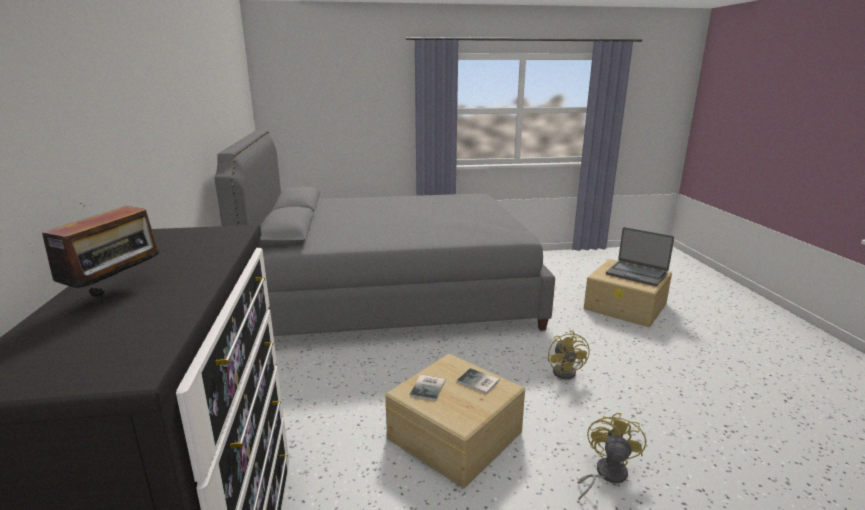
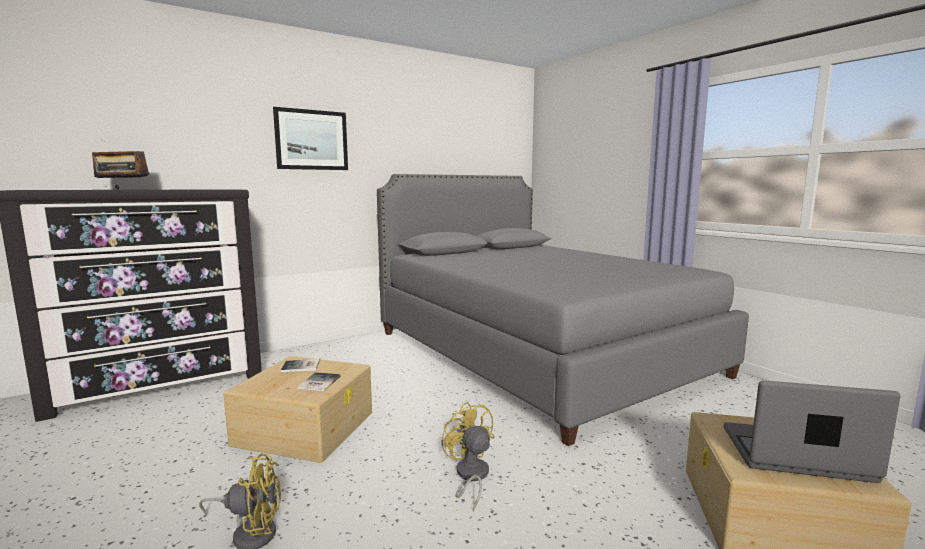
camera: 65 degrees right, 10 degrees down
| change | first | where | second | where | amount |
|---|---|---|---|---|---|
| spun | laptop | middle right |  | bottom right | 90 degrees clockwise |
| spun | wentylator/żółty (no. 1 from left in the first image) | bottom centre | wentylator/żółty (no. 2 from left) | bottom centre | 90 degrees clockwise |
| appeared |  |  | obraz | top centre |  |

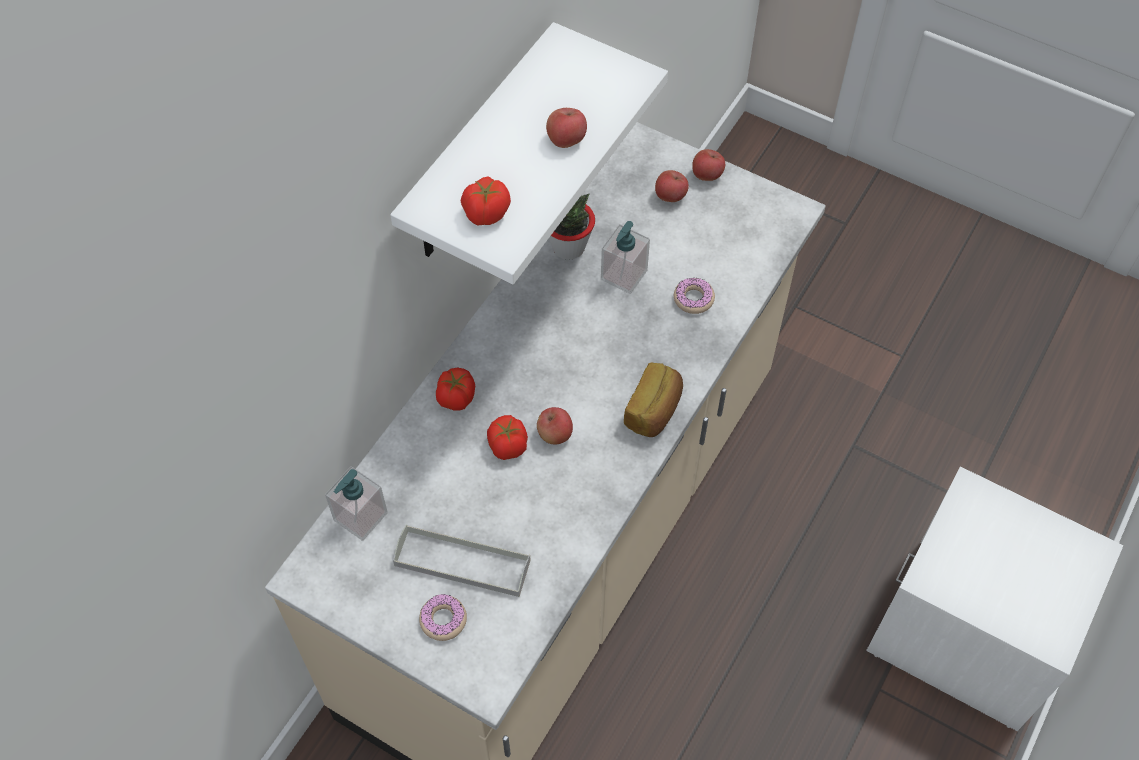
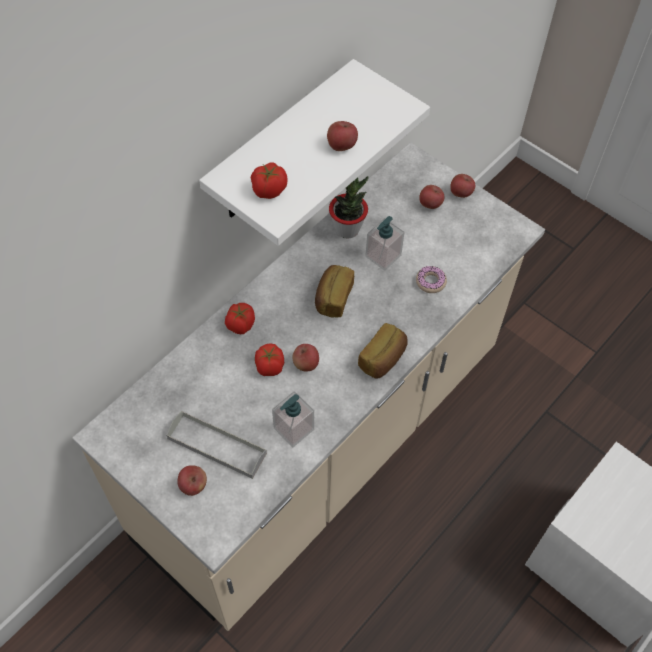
camera: 10 degrees right, 0 degrees up
| change | first | where | second | where | amount |
|---|---|---|---|---|---|
| relocated | dozownik mydła (no. 1 from left) | middle left |  | centre |  |
| exchanged | donut (no. 1 from left) | bottom centre | jabłko (no. 1 from left) | bottom left |  |
| appeared |  |  | chleb (no. 1 from left) | centre |  |

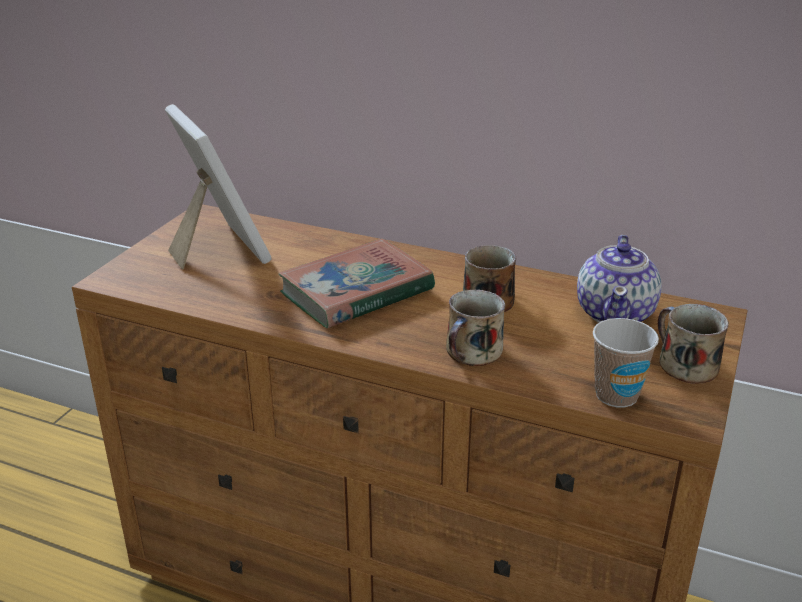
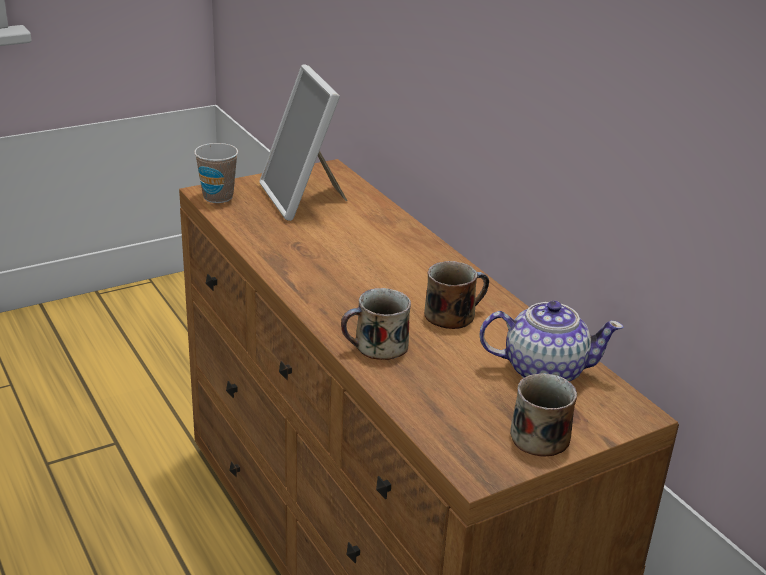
camera: 35 degrees right, 0 degrees up
| change | first | where | second | where | amount |
|---|---|---|---|---|---|
| spun | ramka na zdjęcie | top left |  | top centre | 150 degrees clockwise |
| spun | imbryk | middle right |  | middle right | 135 degrees counterclockwise |
| missing | książka | centre |  |  |  |
| relocated | filiżanka | middle right |  | top left |  |

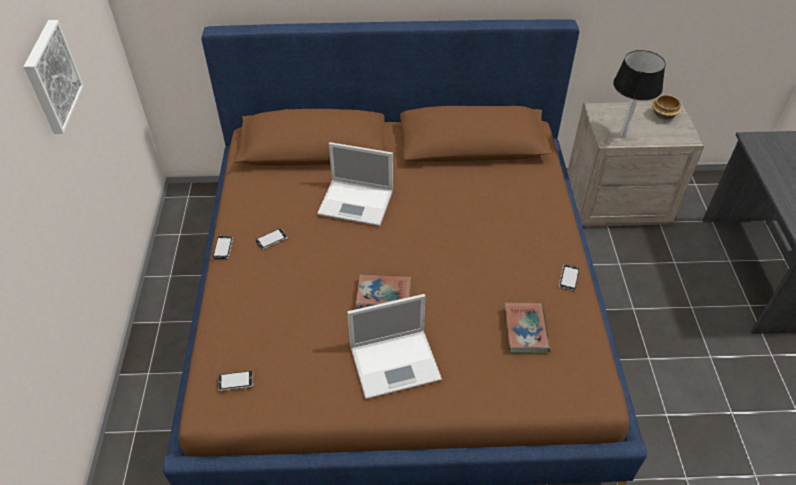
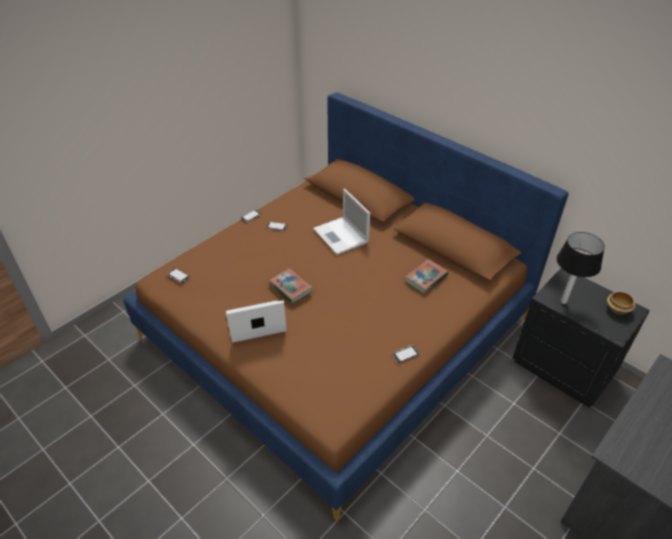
camera: 45 degrees right, 5 degrees down
| change | first | where | second | where | amount |
|---|---|---|---|---|---|
| missing | obraz | top left |  |  |  |
| colour | szafka nocna/beżowy | middle right | szafka nocna/czarny | middle right |  |
| spun | laptop (no. 2 from left in the first image) | bottom centre | laptop (no. 1 from left) | centre | 135 degrees clockwise |
| relocated | książka (no. 2 from left) | bottom centre |  | centre |  |

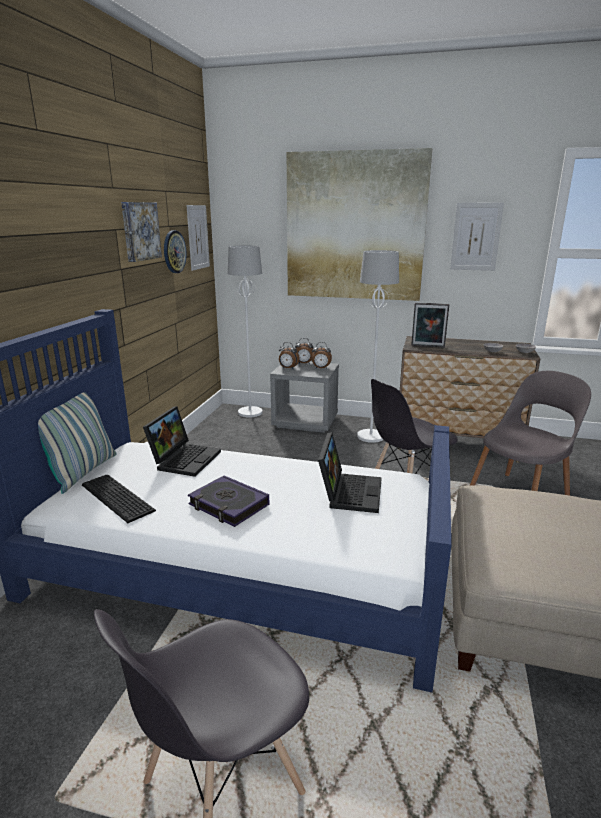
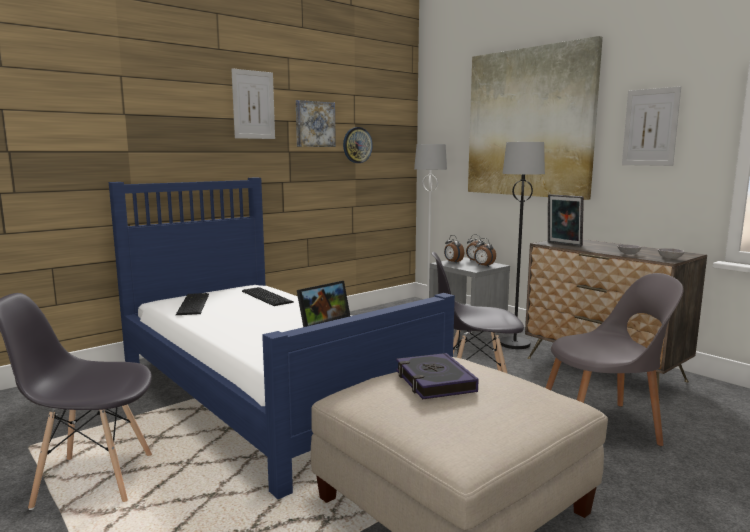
camera: 35 degrees right, 10 degrees down
| change | first | where | second | where | amount |
|---|---|---|---|---|---|
| relocated | obraz (no. 2 from left in the first image) | top left | obraz (no. 1 from left) | top centre |  |
| colour | lampa stojąca/biały (no. 2 from left) | centre | lampa stojąca/czarny | middle right |  |
| missing | poduszka | middle left |  |  |  |
| exchanged | laptop (no. 1 from left) | middle left | klawiatura (no. 2 from left) | centre |  |
| relocated | książka | centre |  | bottom centre |  |

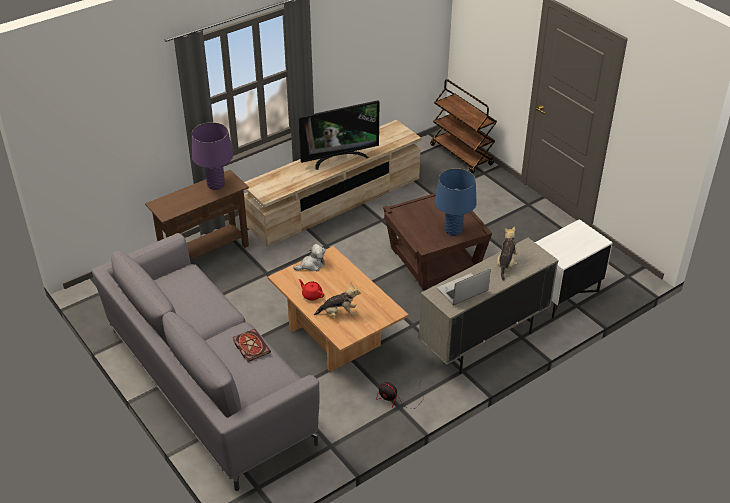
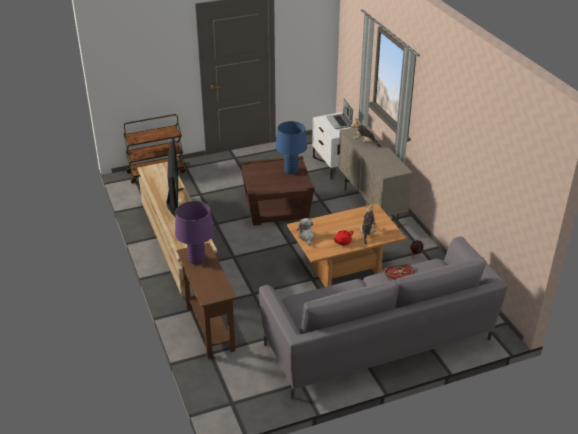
camera: 75 degrees left, 5 degrees down
| change | first | where | second | where | amount |
|---|---|---|---|---|---|
| relocated | laptop | centre |  | top centre |  |

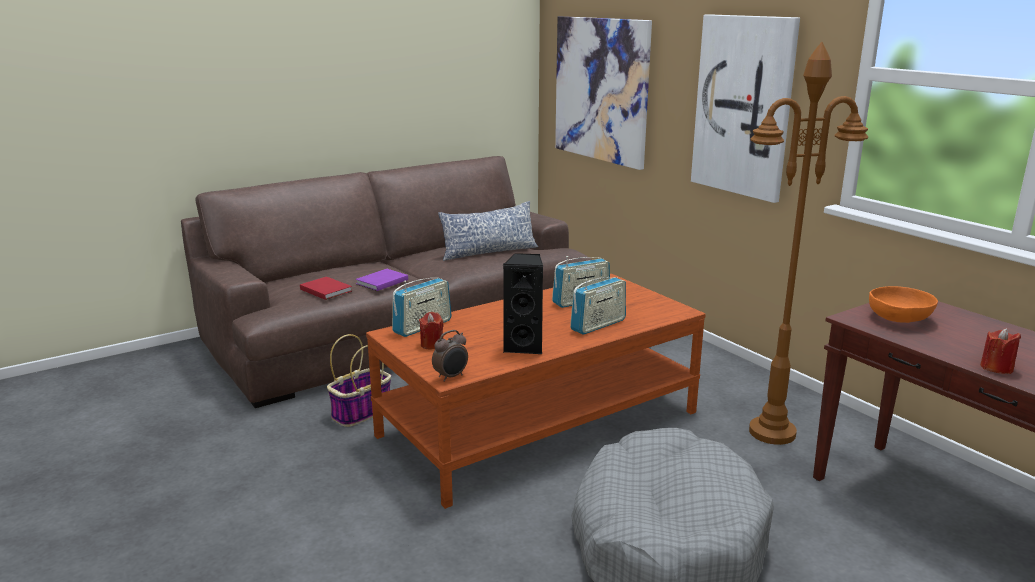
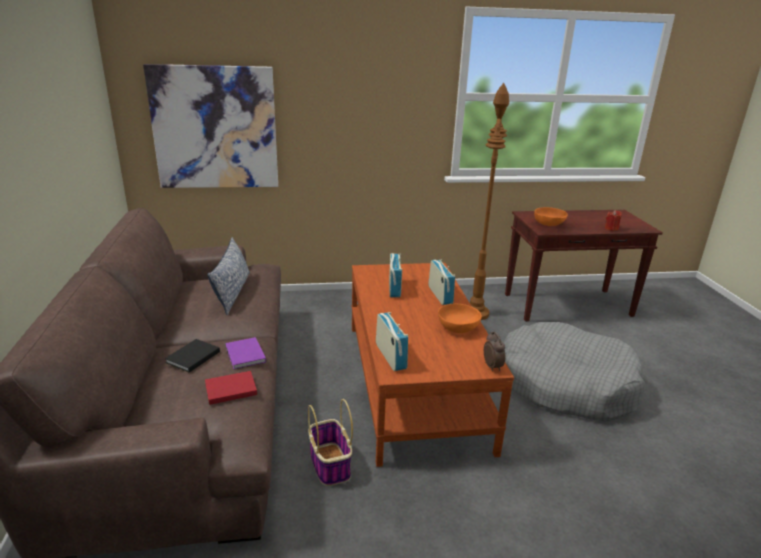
camera: 65 degrees left, 5 degrees up
| change | first | where | second | where | amount |
|---|---|---|---|---|---|
| missing | obraz (no. 2 from left) | top right |  |  |  |
| exchanged | głośnik/czarny | centre | miska/pomarańczowy (no. 1 from left) | centre |  |
| missing | świeca/czerwony (no. 1 from left) | centre |  |  |  |
| appeared |  |  | książka/czarny | middle left |  |

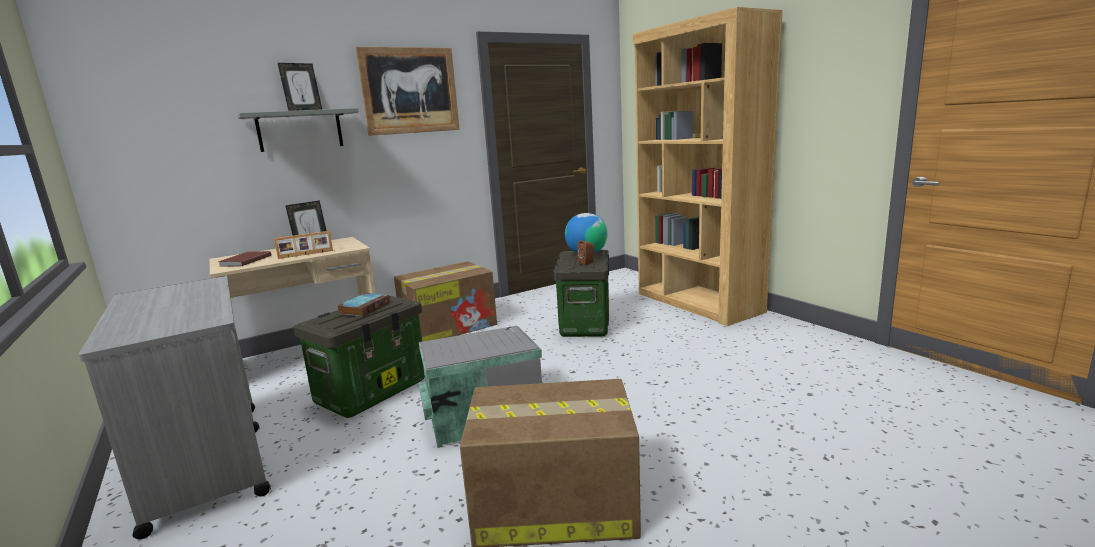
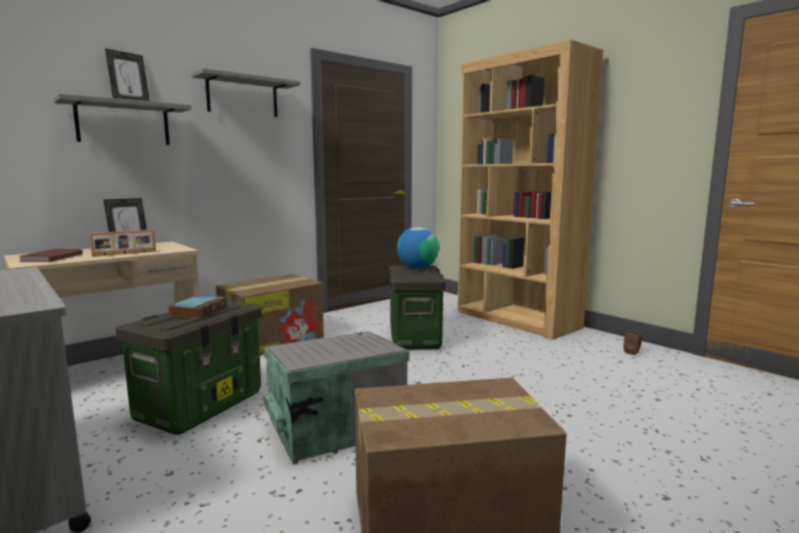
camera: 10 degrees left, 5 degrees down
| change | first | where | second | where | amount |
|---|---|---|---|---|---|
| exchanged | obraz | top centre | półka/szary (no. 2 from left) | top left |  |
| relocated | głośnik/brązowy | centre |  | middle right |  |

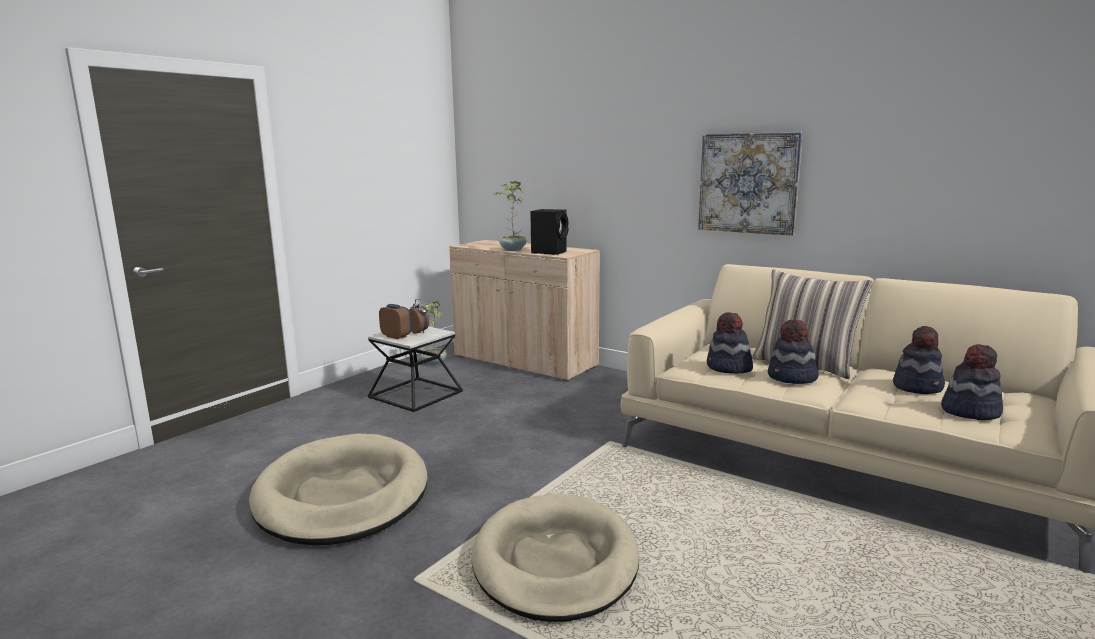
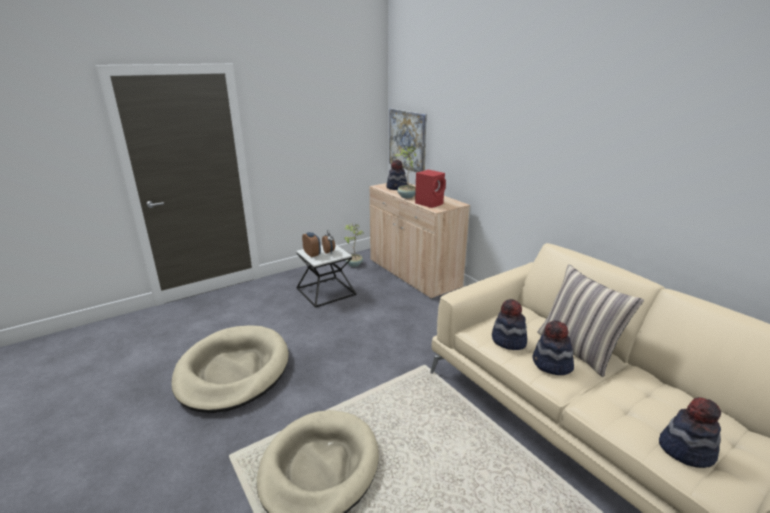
camera: 20 degrees right, 10 degrees up
| change | first | where | second | where | amount |
|---|---|---|---|---|---|
| relocated | obraz | top right |  | top centre |  |
| colour | głośnik/czarny | centre | głośnik/czerwony | centre |  |
| relocated | kapelusz (no. 3 from left in the first image) | middle right | kapelusz (no. 1 from left) | centre |  |

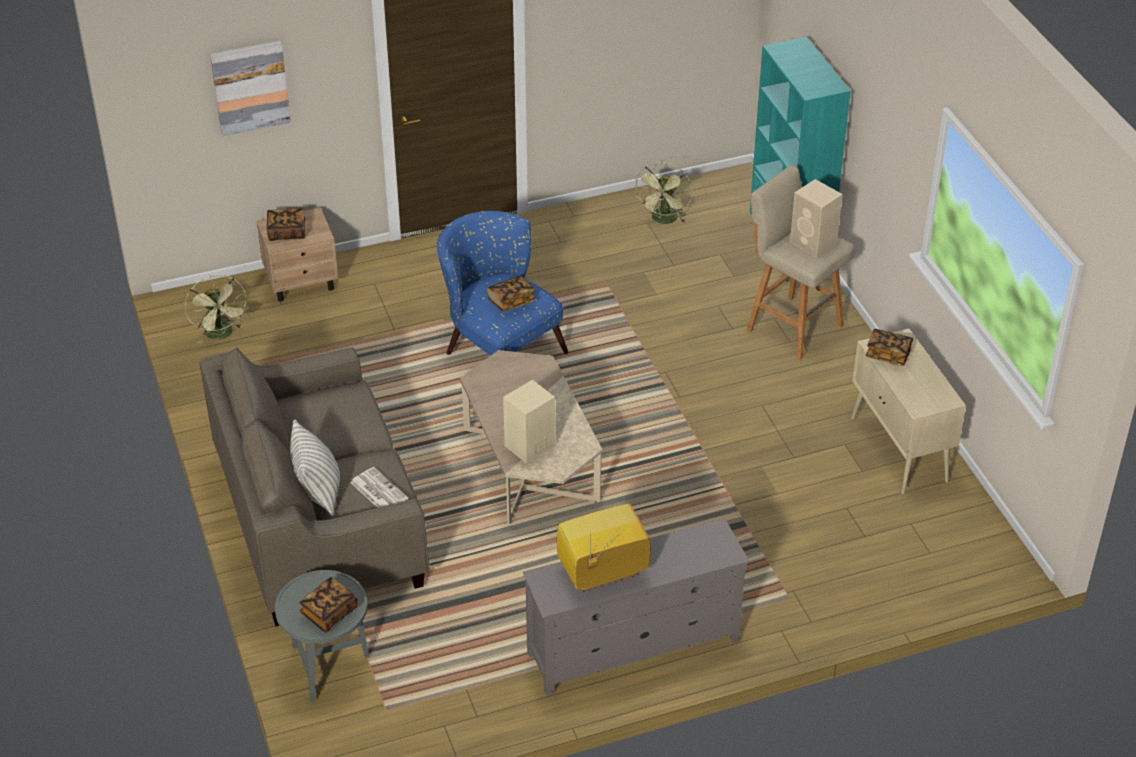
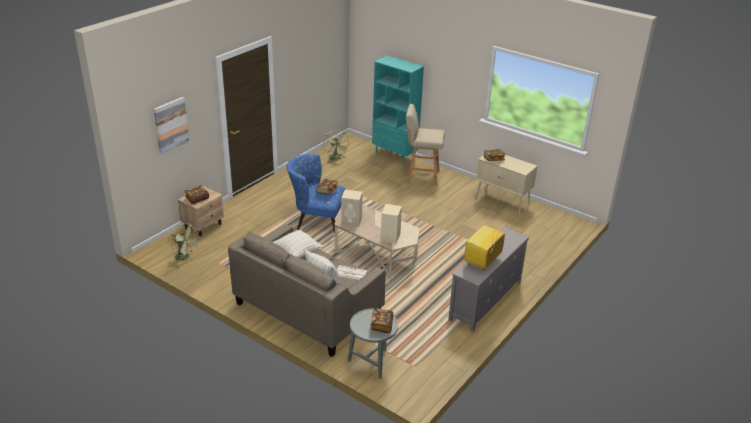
camera: 35 degrees left, 10 degrees down
| change | first | where | second | where | amount |
|---|---|---|---|---|---|
| relocated | głośnik/beżowy (no. 2 from left in the first image) | top right | głośnik/beżowy (no. 1 from left) | centre |  |
| appeared |  |  | poduszka (no. 1 from left) | centre |  |

